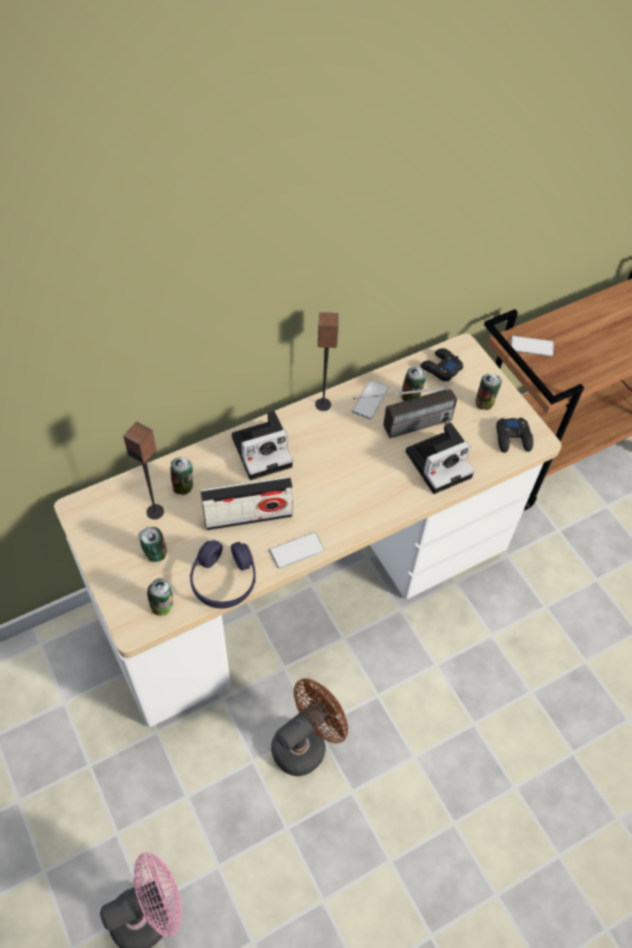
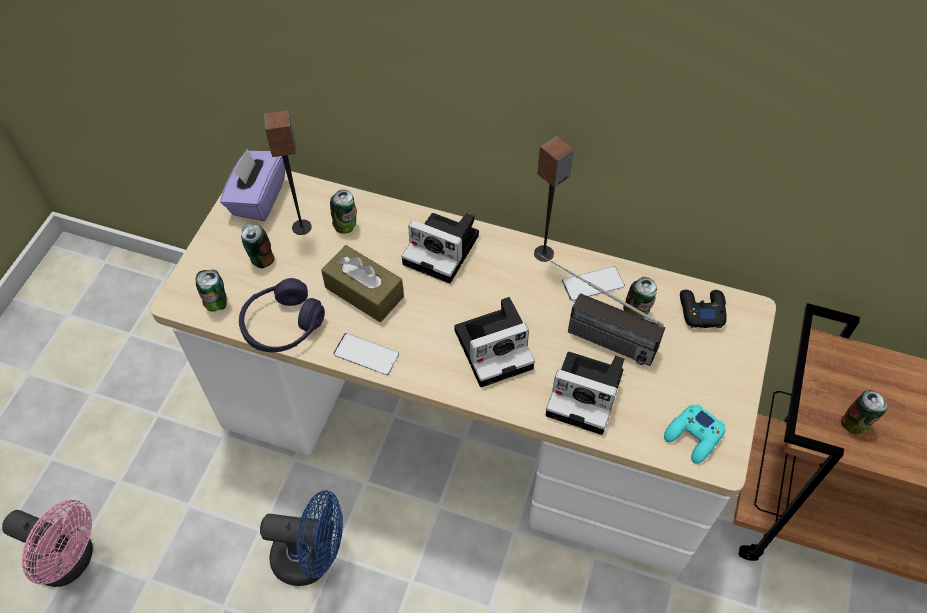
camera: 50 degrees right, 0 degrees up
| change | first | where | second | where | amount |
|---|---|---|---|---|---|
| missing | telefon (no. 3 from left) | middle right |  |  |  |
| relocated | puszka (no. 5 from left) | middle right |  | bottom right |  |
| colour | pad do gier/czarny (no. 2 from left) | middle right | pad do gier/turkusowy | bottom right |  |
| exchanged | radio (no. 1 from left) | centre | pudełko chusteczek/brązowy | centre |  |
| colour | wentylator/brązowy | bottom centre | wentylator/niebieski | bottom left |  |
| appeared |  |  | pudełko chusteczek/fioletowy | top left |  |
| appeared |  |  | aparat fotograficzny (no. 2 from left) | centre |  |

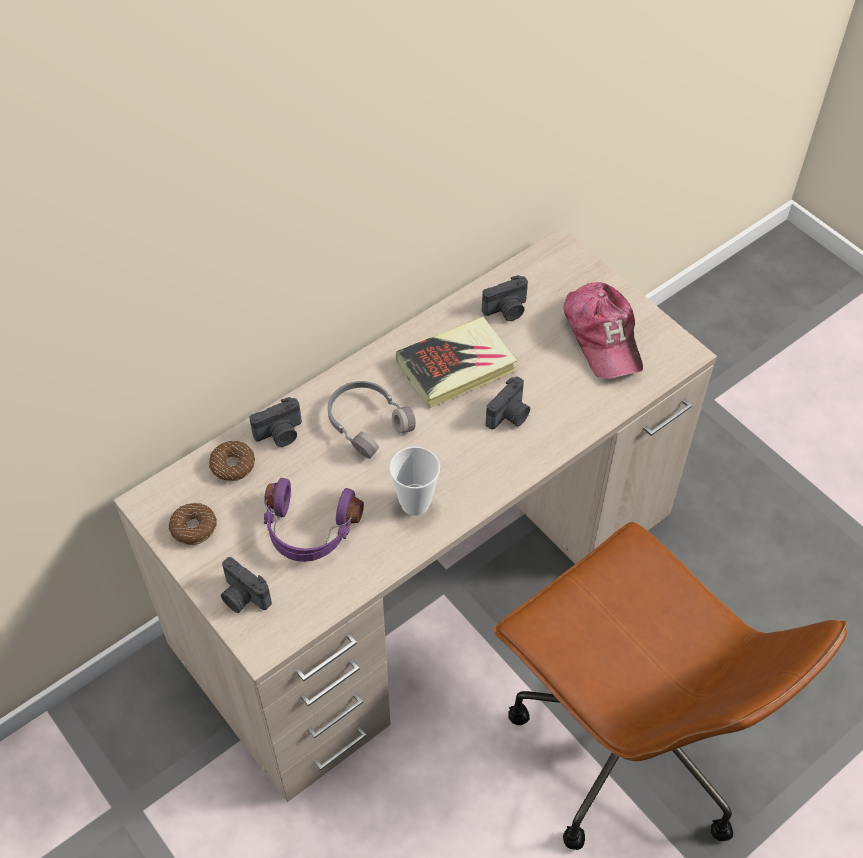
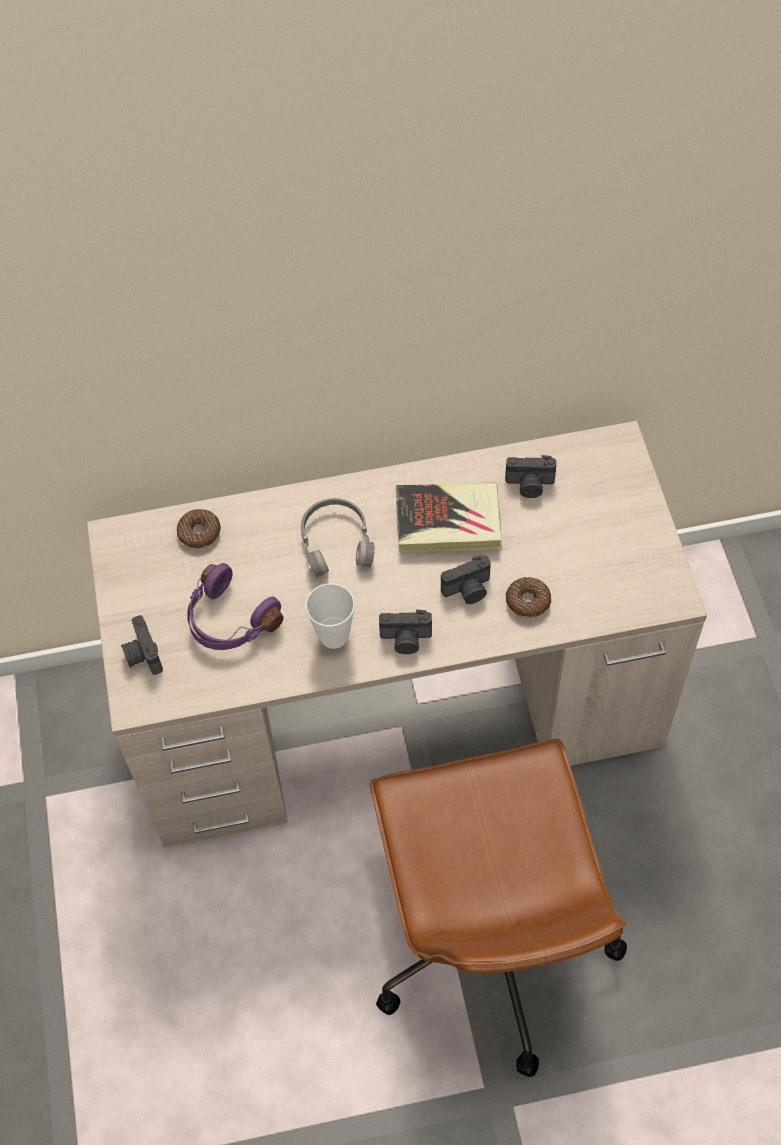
camera: 30 degrees right, 5 degrees up
| change | first | where | second | where | amount |
|---|---|---|---|---|---|
| missing | czapka z daszkiem | middle right |  |  |  |
| relocated | aparat fotograficzny (no. 2 from left) | middle left |  | centre |  |
| relocated | donut (no. 1 from left in the first image) | middle left | donut (no. 2 from left) | middle right |  |

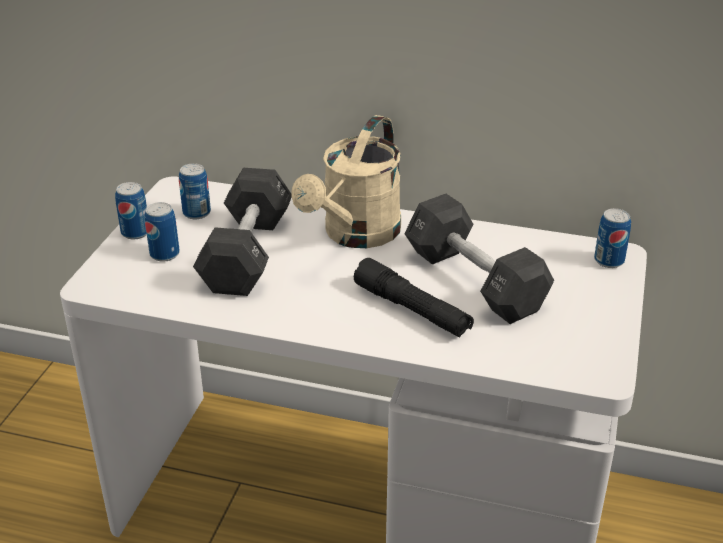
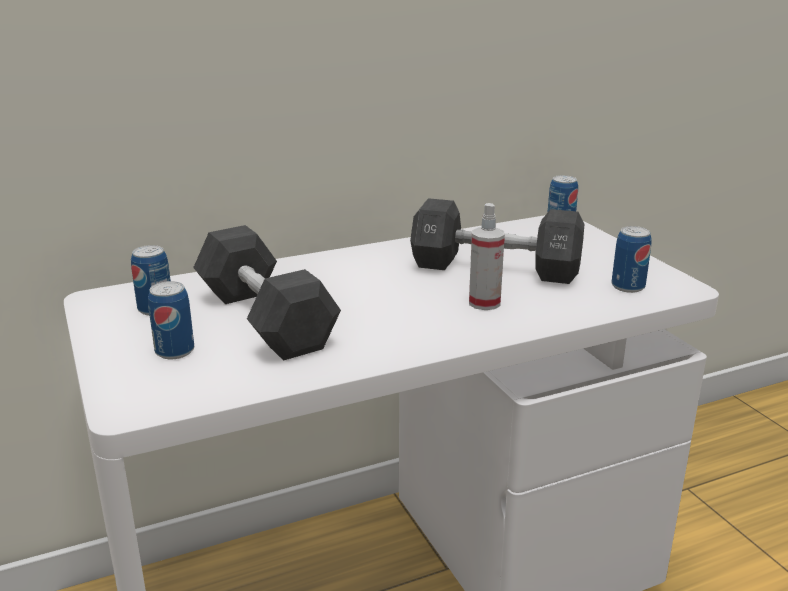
camera: 40 degrees left, 10 degrees down
| change | first | where | second | where | amount |
|---|---|---|---|---|---|
| missing | konewka/beżowy | centre |  |  |  |
| relocated | puszka (no. 1 from left in the first image) | middle left | puszka (no. 4 from left) | middle right |  |
| exchanged | latarka/czarny | centre | spryskiwacz | centre |  |

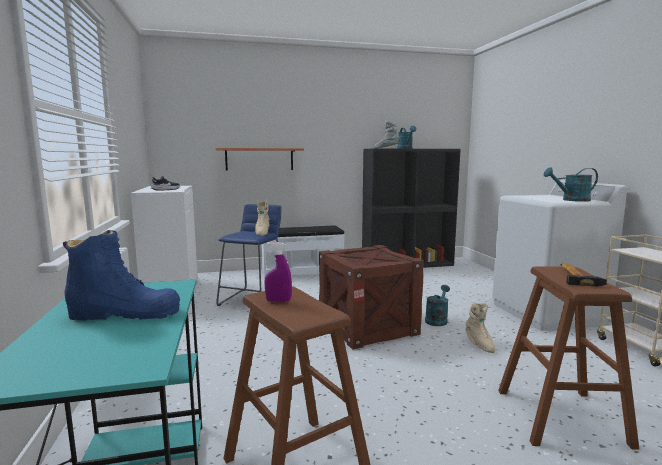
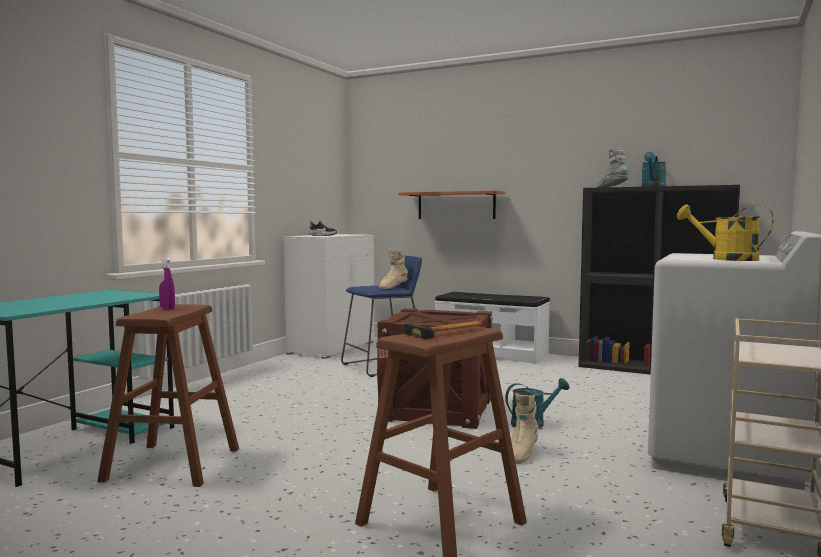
camera: 40 degrees right, 5 degrees down
| change | first | where | second | where | amount |
|---|---|---|---|---|---|
| colour | konewka/turkusowy (no. 3 from left) | middle right | konewka/żółty | middle right |  |
| missing | but z cholewką/niebieski | middle left |  |  |  |

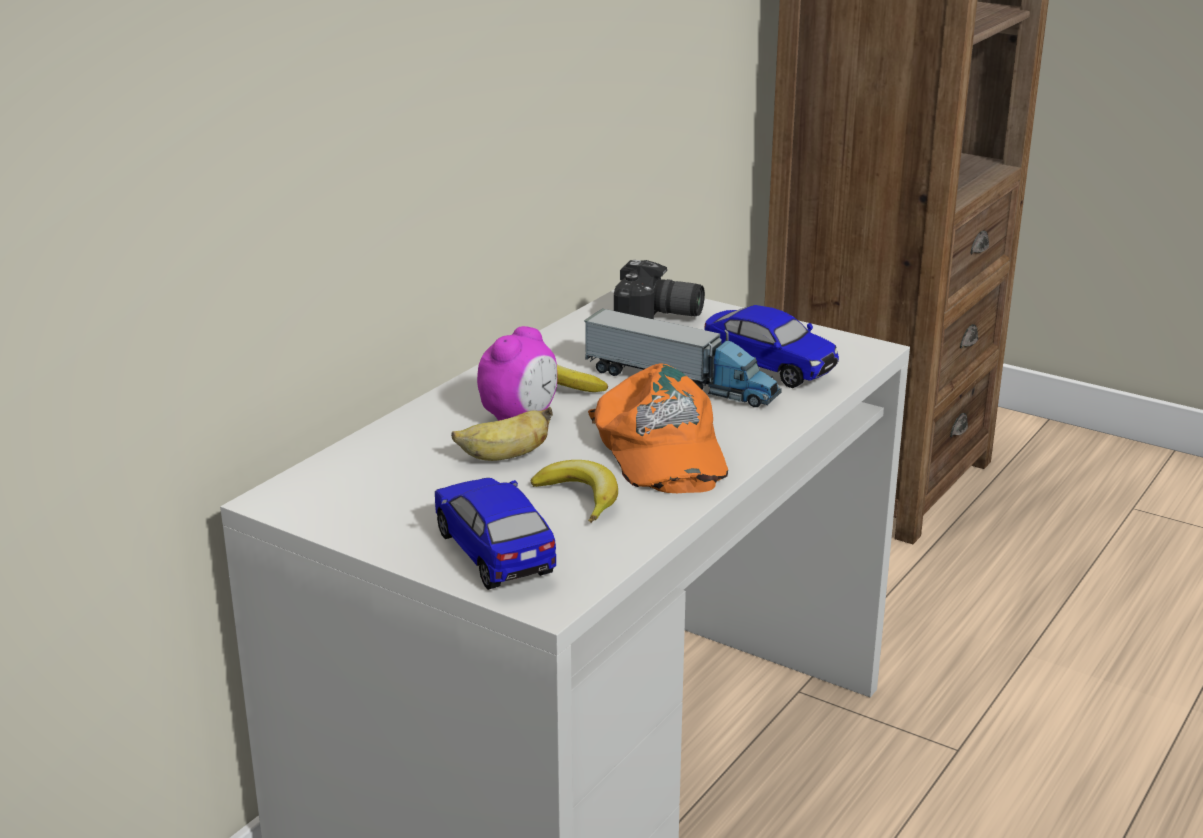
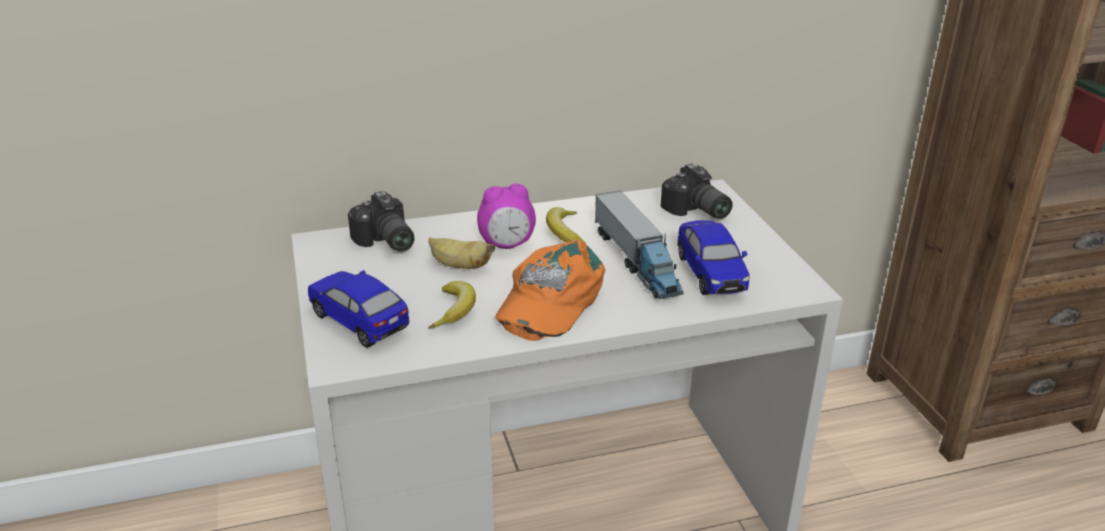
camera: 40 degrees right, 5 degrees up
| change | first | where | second | where | amount |
|---|---|---|---|---|---|
| spun | samochodzik (no. 1 from left) | centre |  | middle left | 60 degrees counterclockwise |
| appeared |  |  | aparat fotograficzny (no. 1 from left) | centre |  |

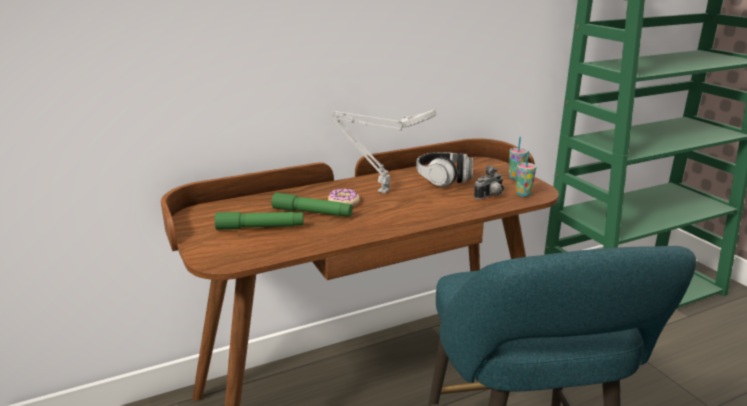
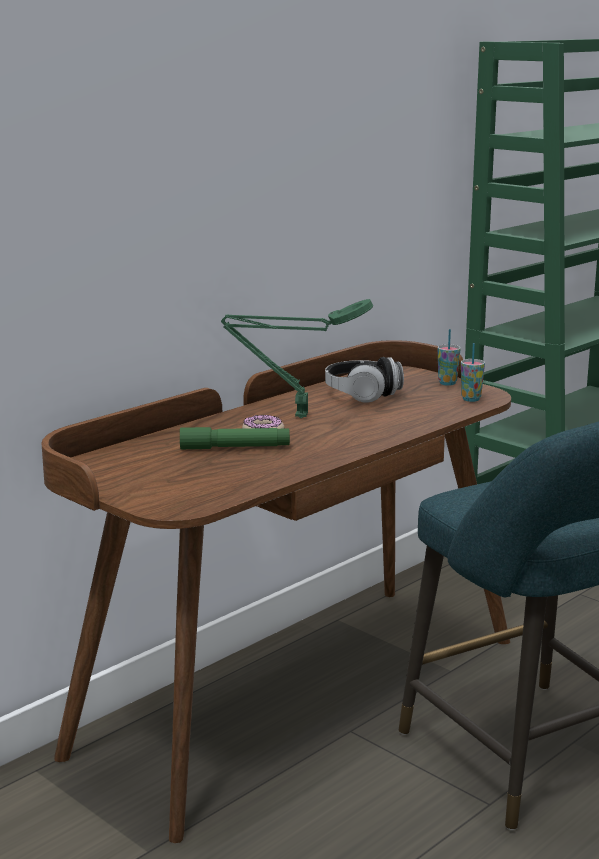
camera: 20 degrees left, 5 degrees down
| change | first | where | second | where | amount |
|---|---|---|---|---|---|
| colour | lampa stołowa/szary | centre | lampa stołowa/zielony | centre |  |
| missing | aparat fotograficzny | centre |  |  |  |
| missing | latarka/zielony (no. 1 from left) | centre |  |  |  |

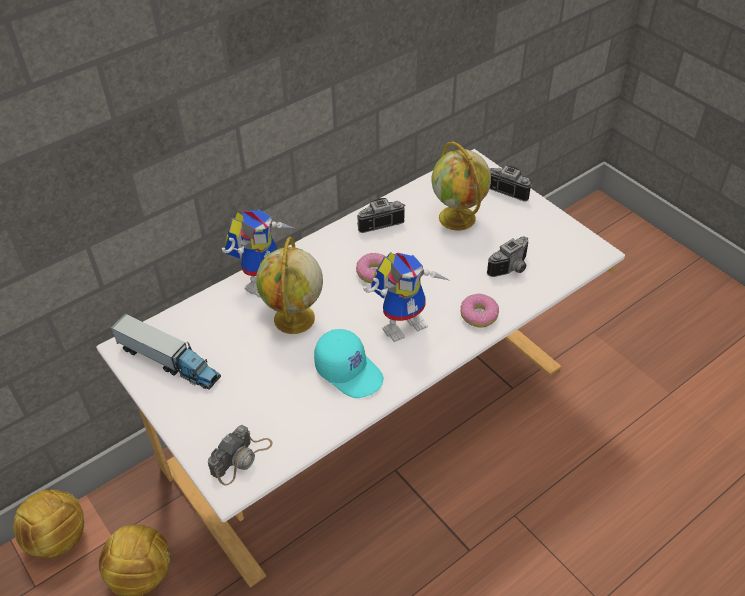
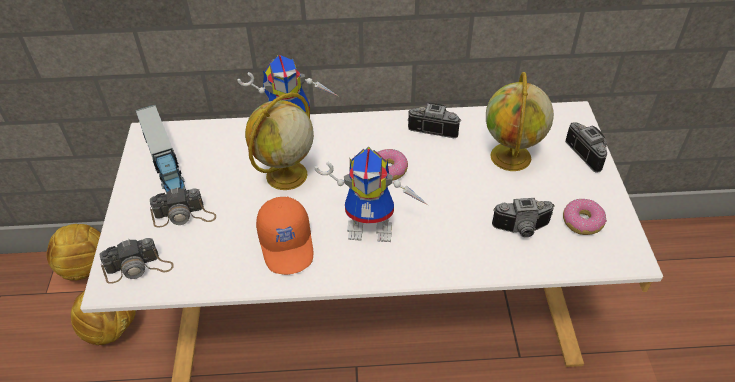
camera: 35 degrees right, 0 degrees up
| change | first | where | second | where | amount |
|---|---|---|---|---|---|
| relocated | donut (no. 2 from left) | centre |  | middle right |  |
| colour | czapka z daszkiem/turkusowy | centre | czapka z daszkiem/pomarańczowy | centre |  |
| appeared |  |  | aparat fotograficzny (no. 2 from left) | middle left |  |

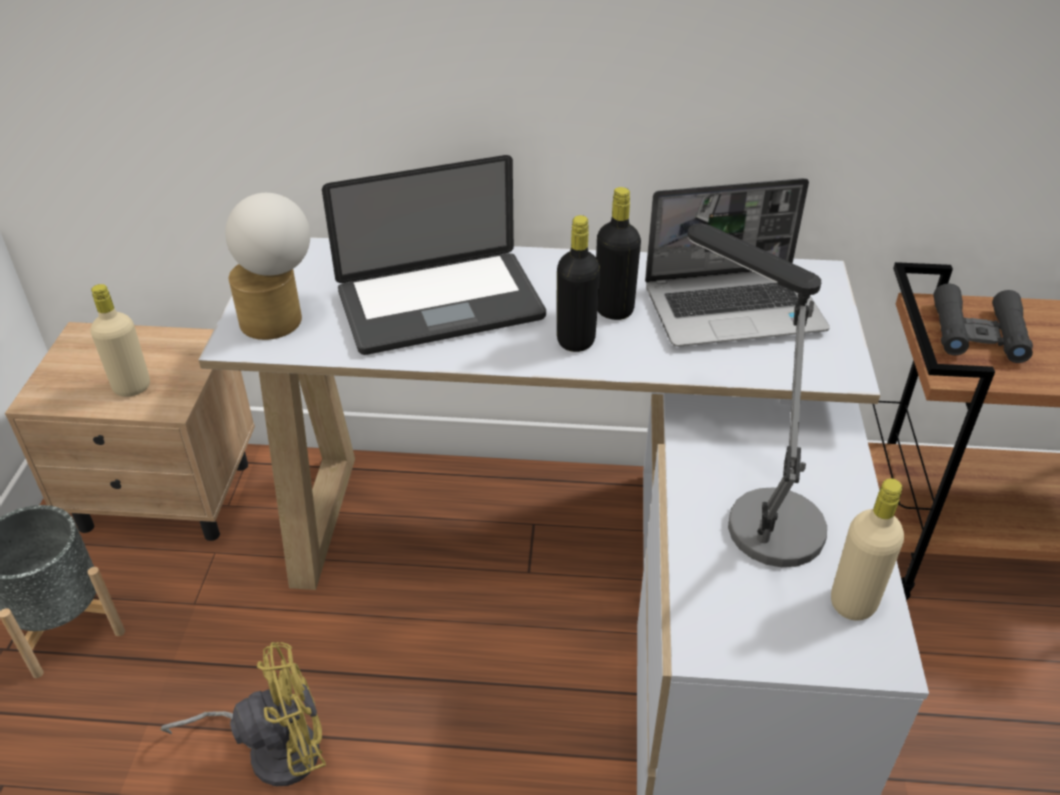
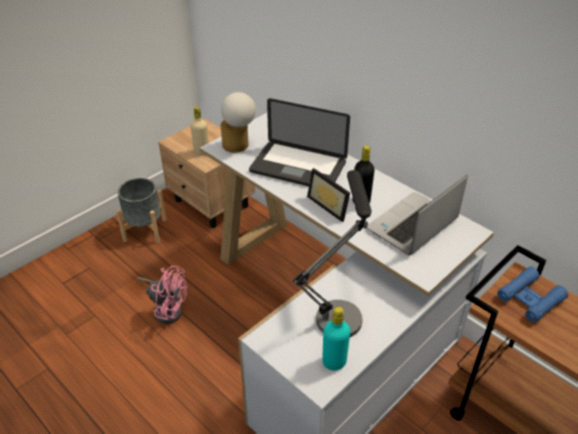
camera: 40 degrees right, 0 degrees up
| change | first | where | second | where | amount |
|---|---|---|---|---|---|
| spun | laptop (no. 2 from left) | top right |  | middle right | 105 degrees clockwise |
| exchanged | butelka/czarny (no. 1 from left) | centre | ramka na zdjęcie | centre |  |
| colour | lornetka/czarny | middle right | lornetka/niebieski | bottom right |  |
| colour | butelka/beżowy (no. 2 from left) | bottom right | butelka/turkusowy | bottom centre |  |
| colour | wentylator/żółty | bottom left | wentylator/różowy | bottom left |  |

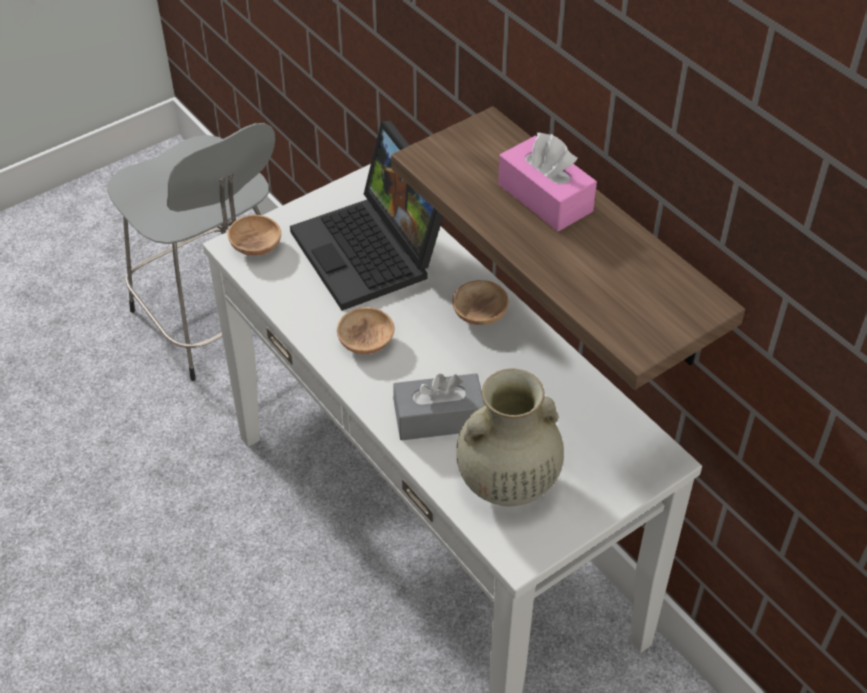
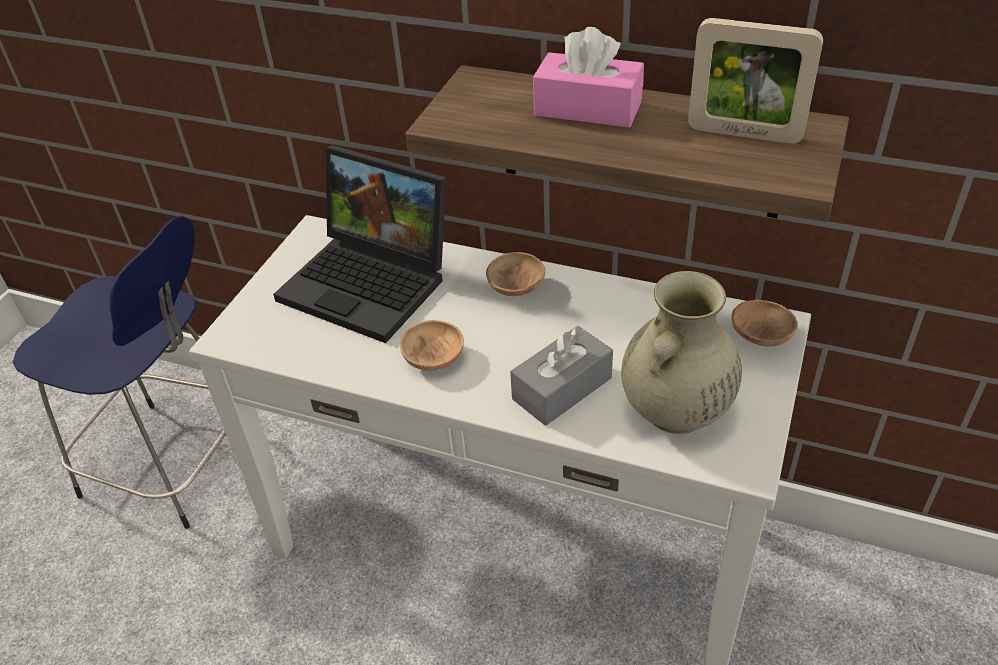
camera: 30 degrees left, 5 degrees down
| change | first | where | second | where | amount |
|---|---|---|---|---|---|
| colour | stołek/szary | middle left | stołek/niebieski | middle left |  |
| relocated | miska/brązowy (no. 1 from left in the first image) | middle left | miska/brązowy (no. 3 from left) | middle right |  |
| appeared |  |  | ramka na zdjęcie | top right |  |

